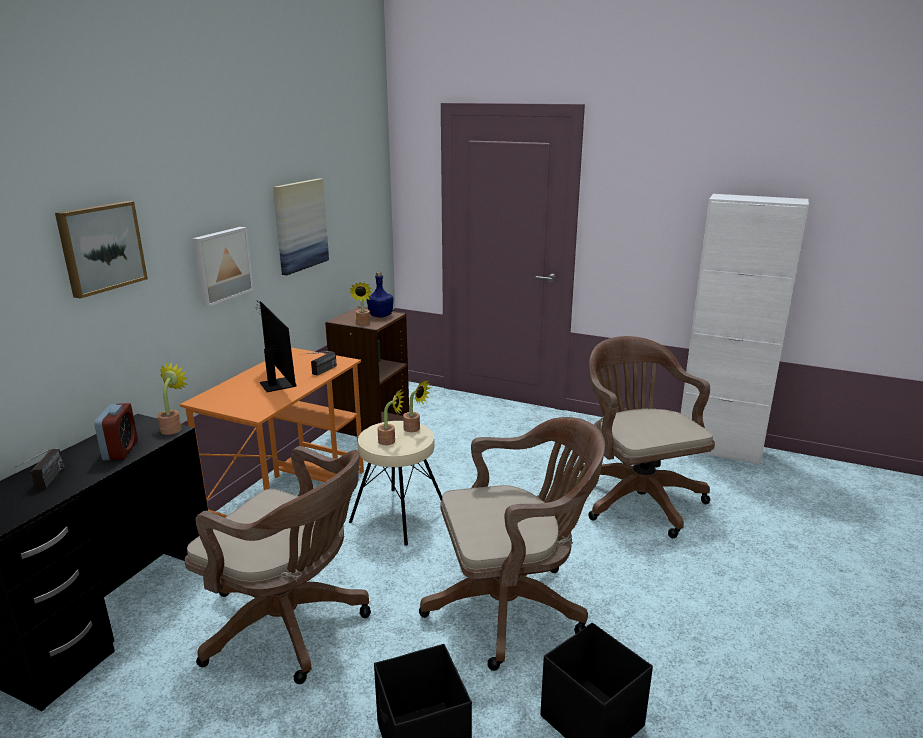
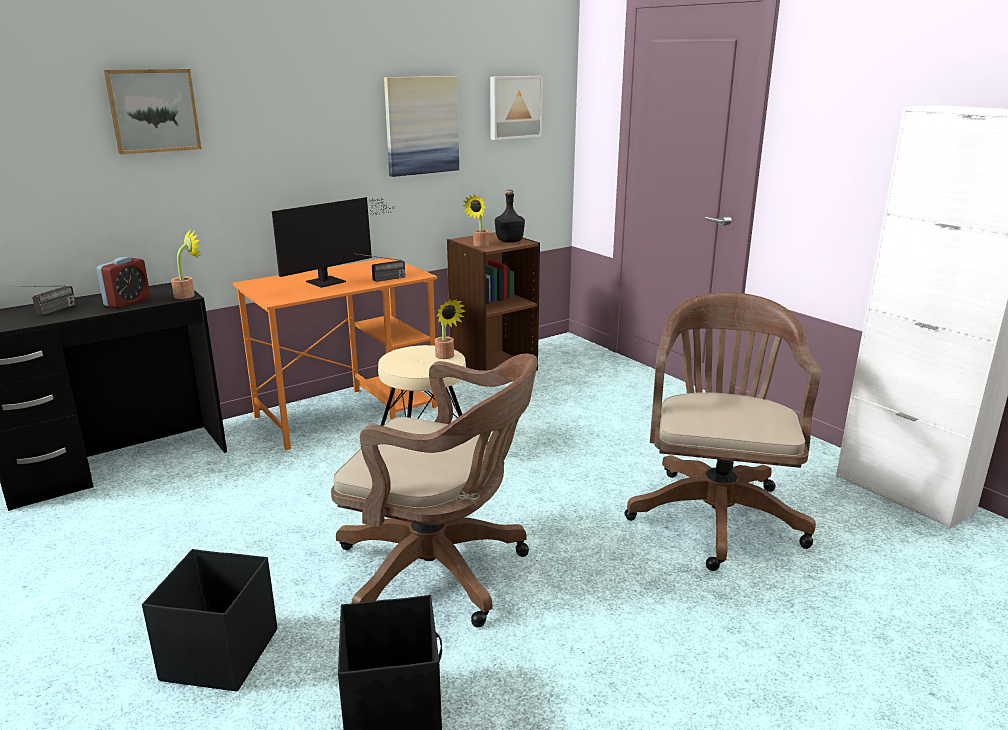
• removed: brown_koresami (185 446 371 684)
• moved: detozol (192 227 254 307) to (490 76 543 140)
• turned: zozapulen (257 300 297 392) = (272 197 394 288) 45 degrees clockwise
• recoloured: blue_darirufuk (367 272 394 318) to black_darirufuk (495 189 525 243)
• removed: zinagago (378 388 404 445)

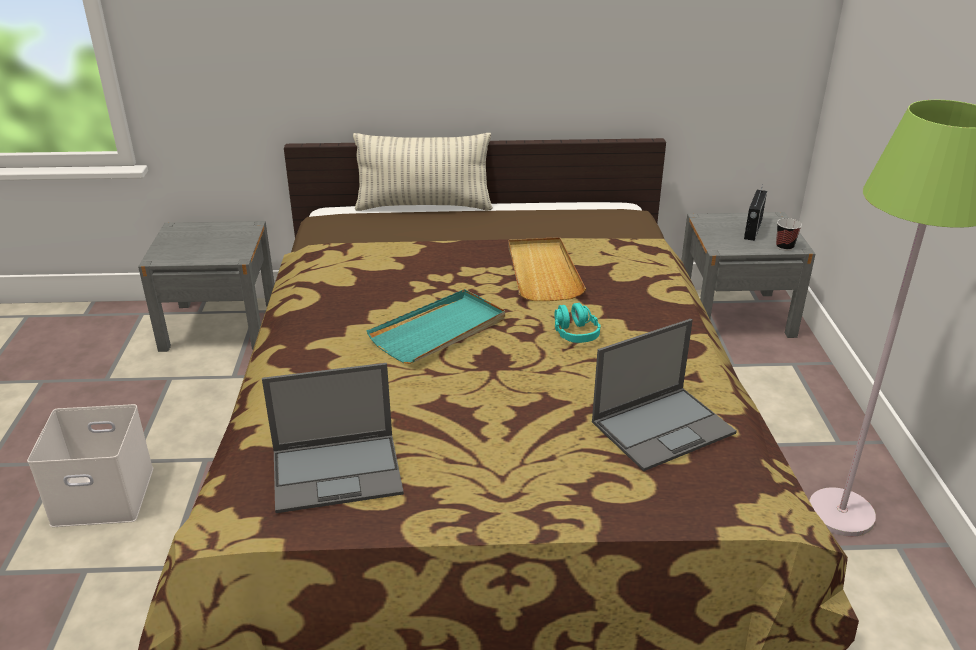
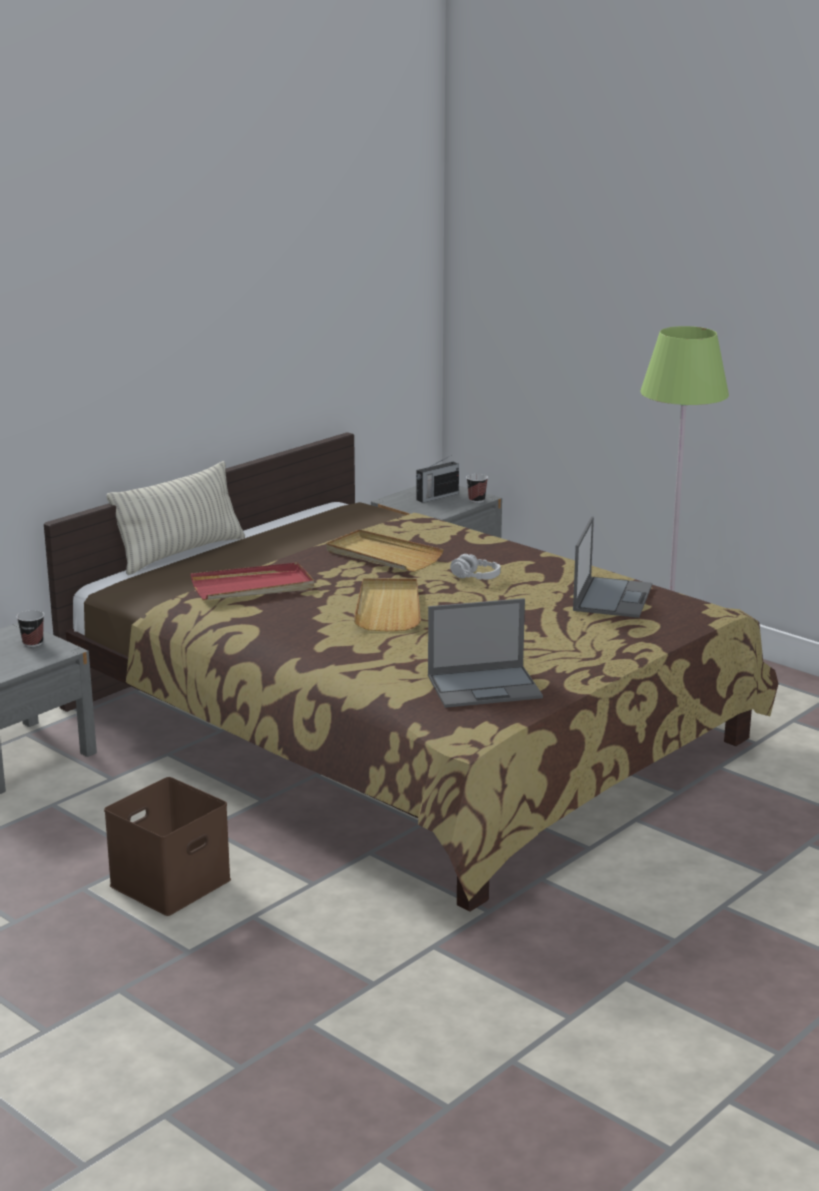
• recoloured: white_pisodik (27 404 153 527) to brown_pisodik (104 777 231 916)
• turned: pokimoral (262 363 404 513) = (428 598 543 708) 45 degrees clockwise
• recoloured: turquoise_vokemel (366 289 505 364) to beige_vokemel (354 578 421 631)
• recoloured: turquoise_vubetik (554 303 600 343) to grey_vubetik (450 554 501 580)
• turned: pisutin (744 185 767 241) = (416 457 459 503) 75 degrees clockwise
• added: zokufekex (17 610 44 647)
• added: red_vokemel (190 562 314 600)

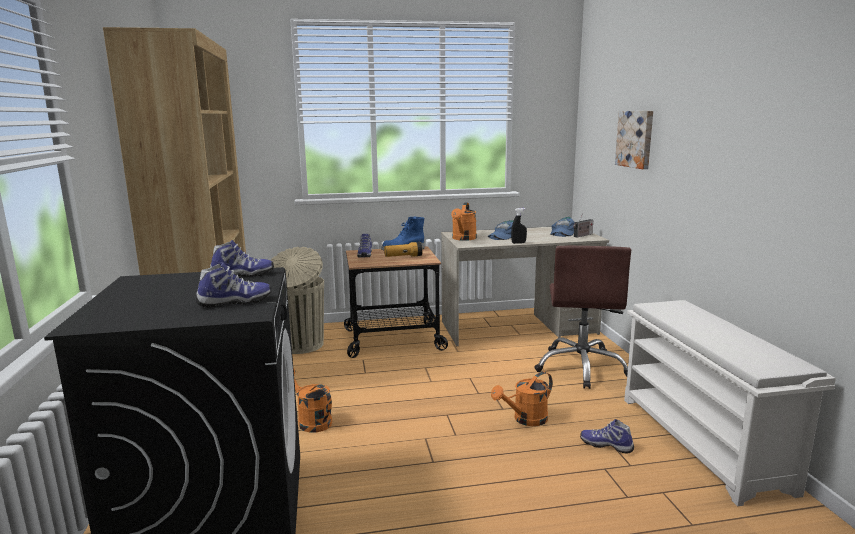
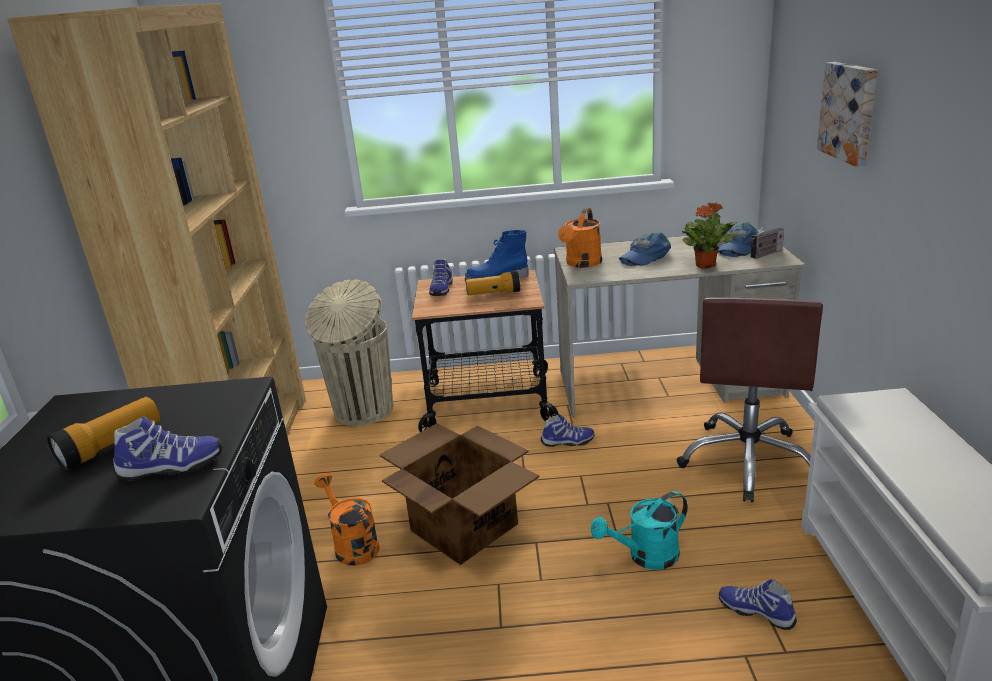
• moved: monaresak (210 240 274 277) to (541 414 594 447)
• recoloured: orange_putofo (491 372 553 426) to turquoise_putofo (591 491 688 570)
• removed: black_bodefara (511 208 527 244)
• added: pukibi (47 397 161 470)
• added: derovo (380 423 539 565)
• added: zinagago (681 203 738 269)

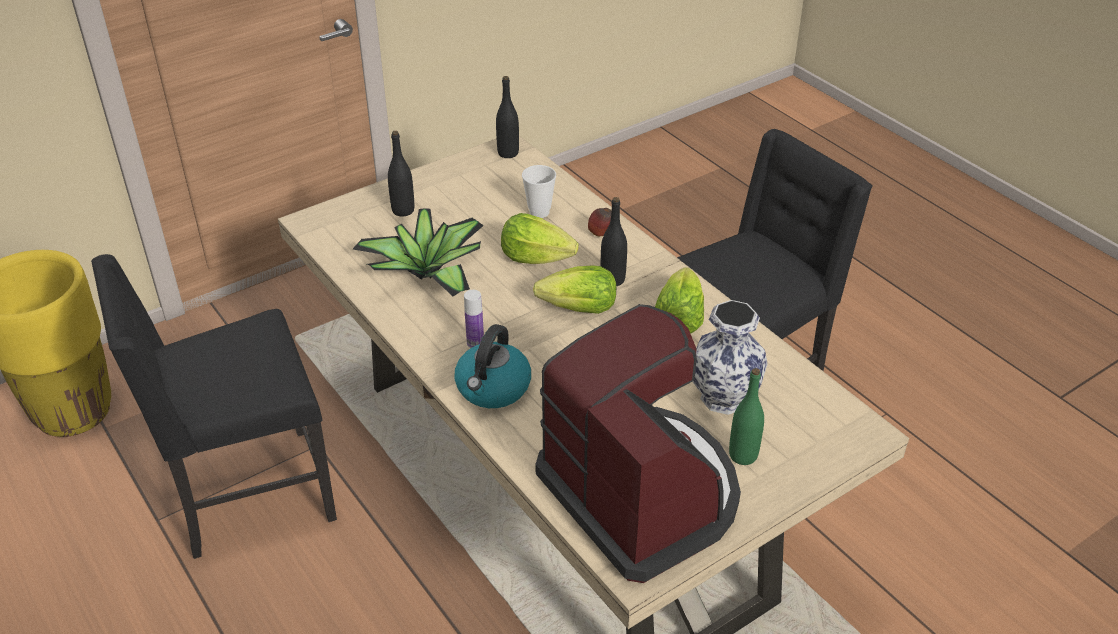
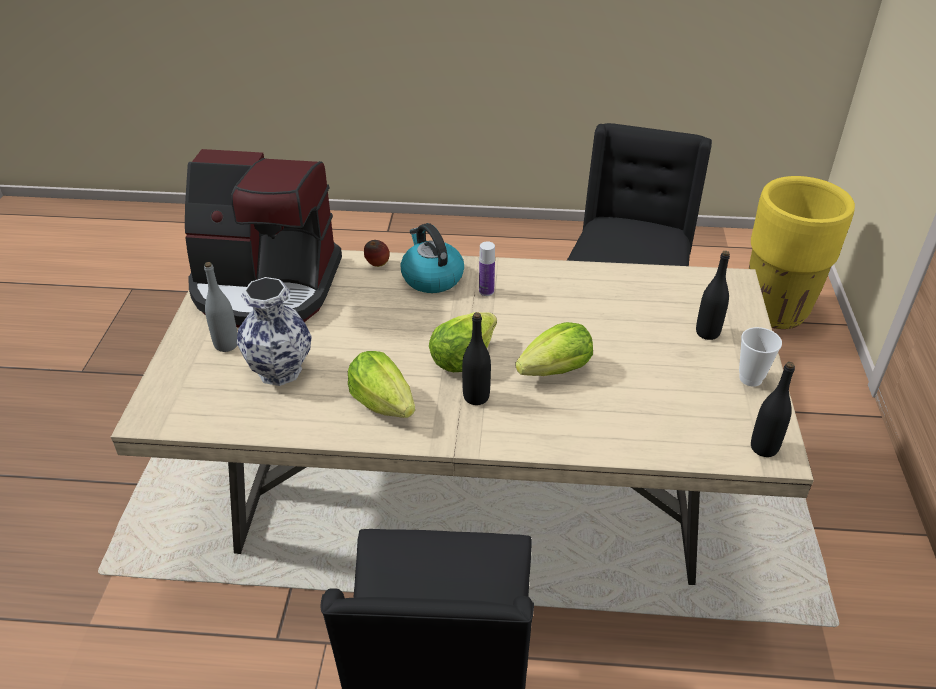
• removed: zinagago (353 208 484 296)
• moved: zokufekex (522 165 556 218) to (739 327 782 387)
• moved: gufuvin (588 208 611 236) to (364 240 390 267)
• recoloured: green_darirufuk (729 368 764 465) to grey_darirufuk (204 262 238 352)

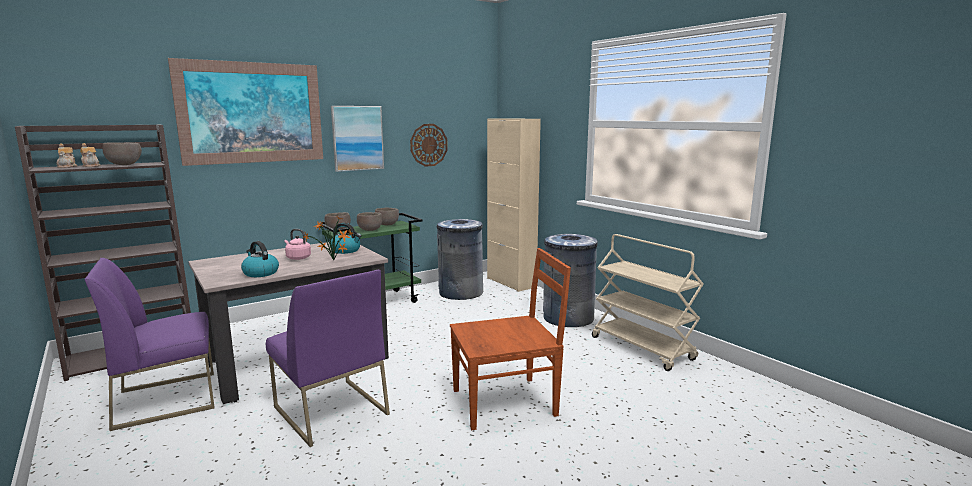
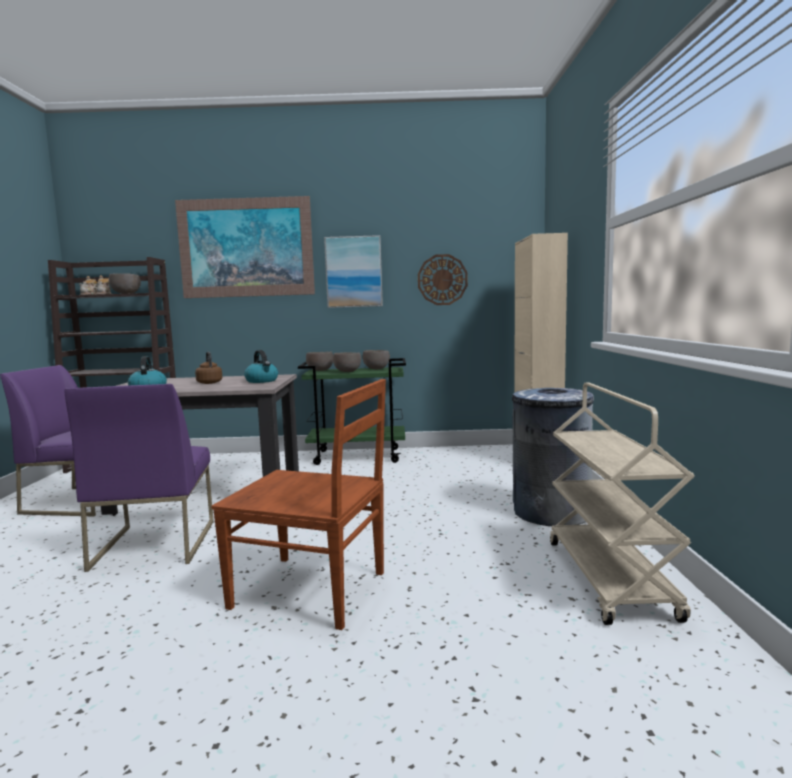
• recoloured: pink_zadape (285 229 311 260) to brown_zadape (195 351 222 384)
• removed: zinagago (304 216 353 260)
• removed: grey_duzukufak (437 219 483 300)

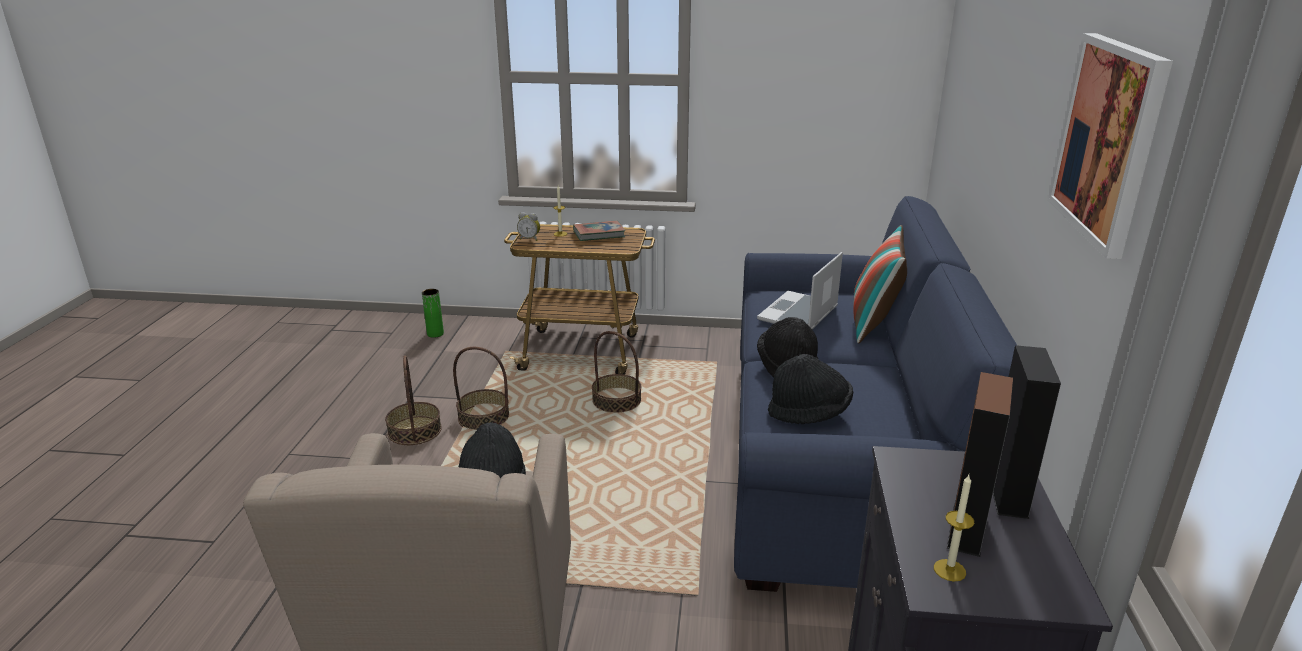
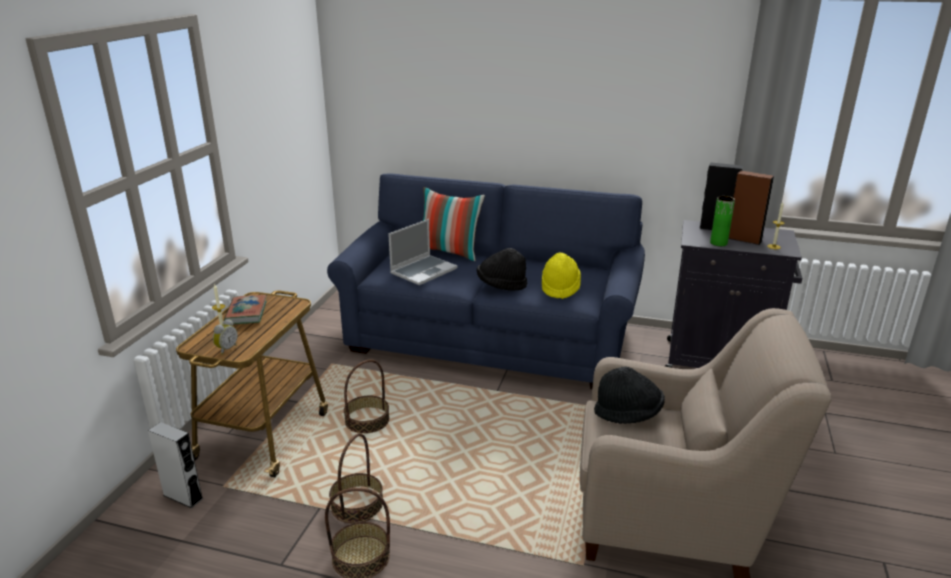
• moved: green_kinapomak (422 289 444 338) to (710 196 735 246)
• turned: pokimoral (757 252 843 329) = (388 219 458 285) 90 degrees counterclockwise
• recoloured: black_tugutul (768 354 853 424) to yellow_tugutul (542 252 581 299)
• removed: detozol (1048 33 1173 259)
• added: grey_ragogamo (148 422 203 508)

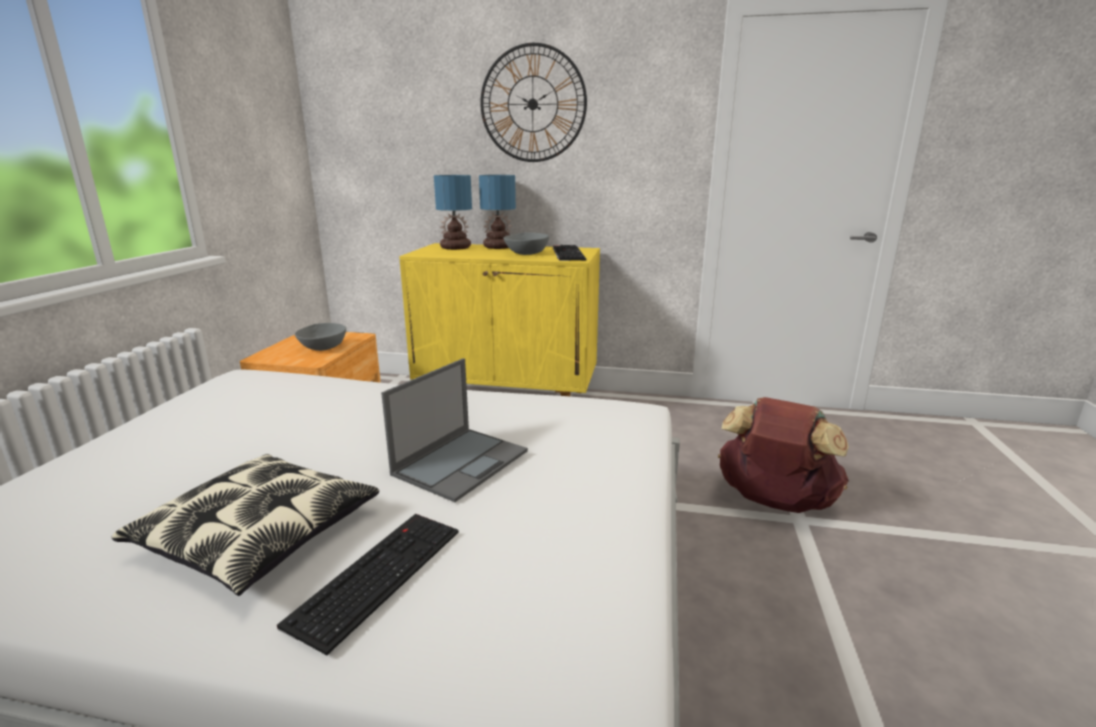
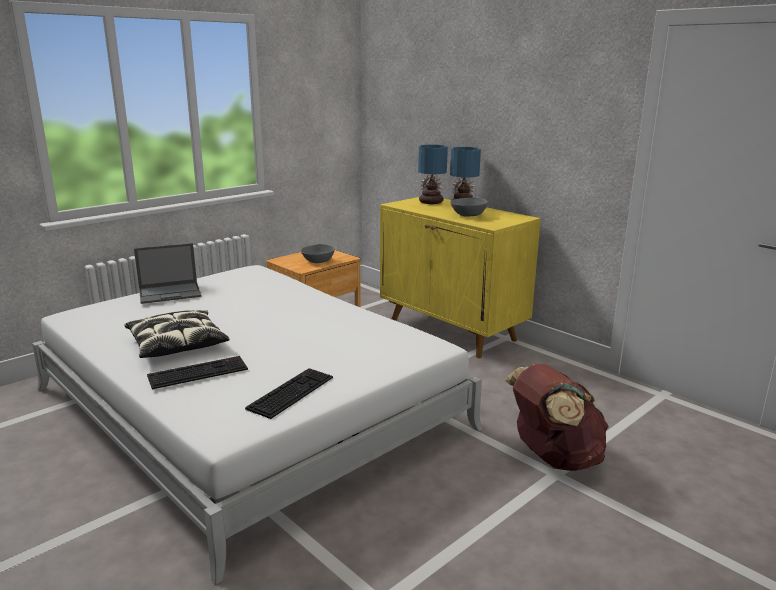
• moved: pokimoral (381 358 528 502) to (134 243 201 304)
• removed: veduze (480 43 587 162)
• moved: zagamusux (553 245 586 261) to (245 368 333 419)

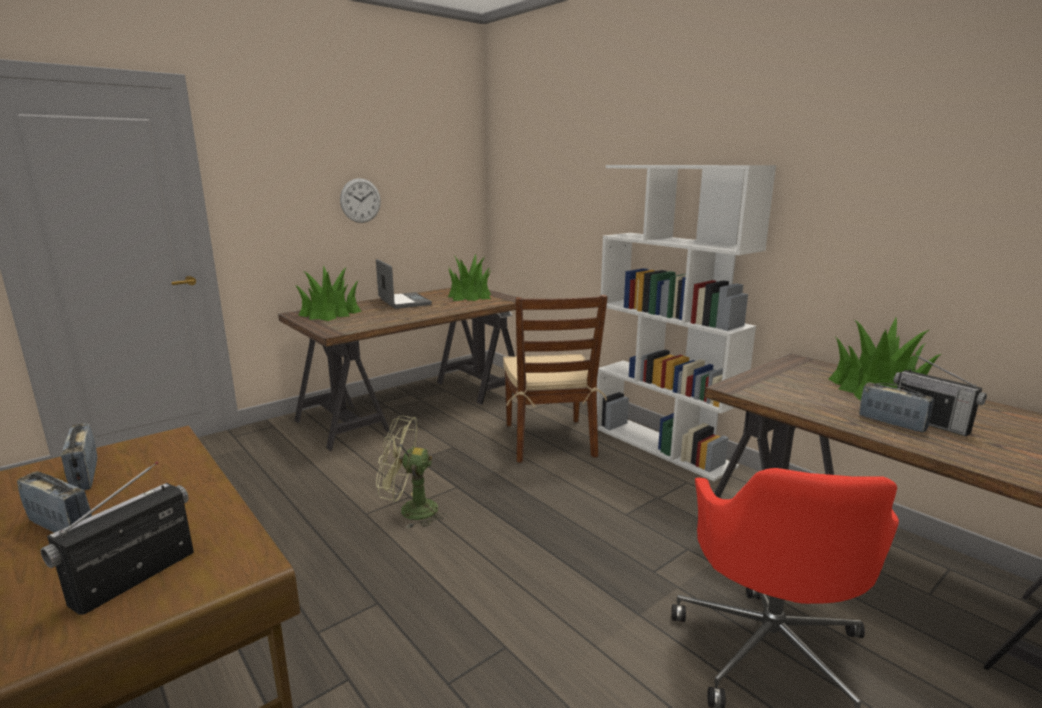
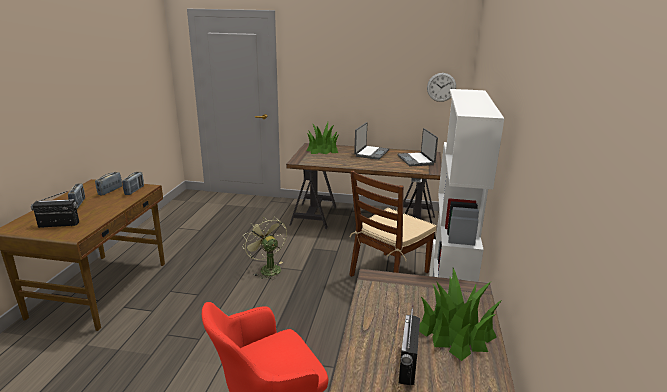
• moved: veduze (340 178 381 223) to (427 73 456 102)
• replaced: zinagago (448 254 491 301) to pokimoral (397 128 438 166)
• moved: pisutin (859 382 934 433) to (122 172 144 195)

